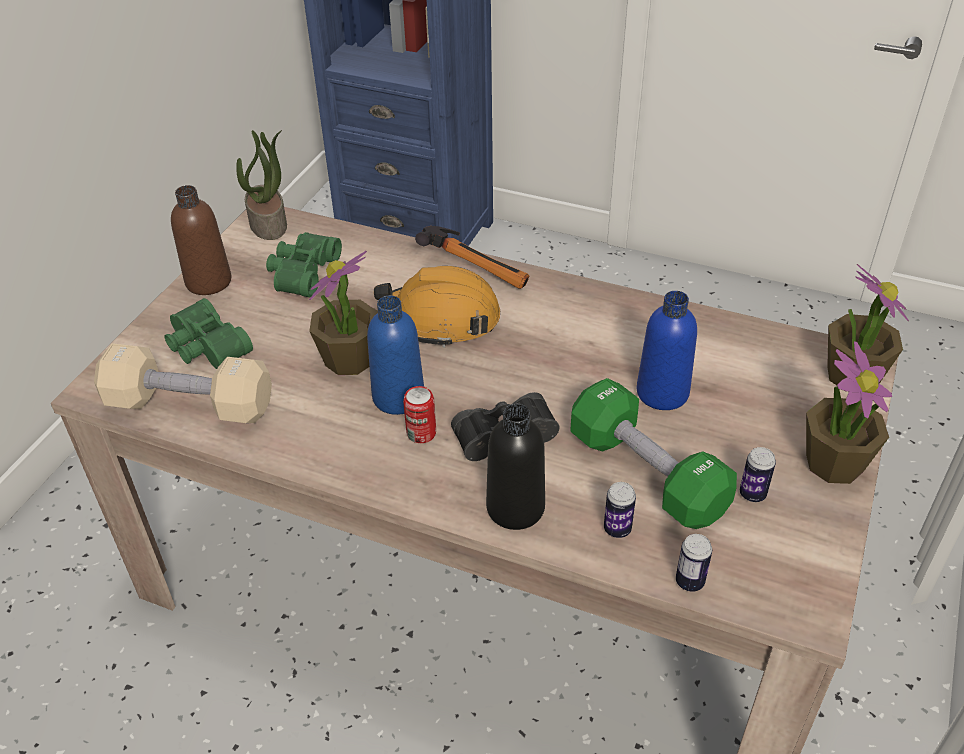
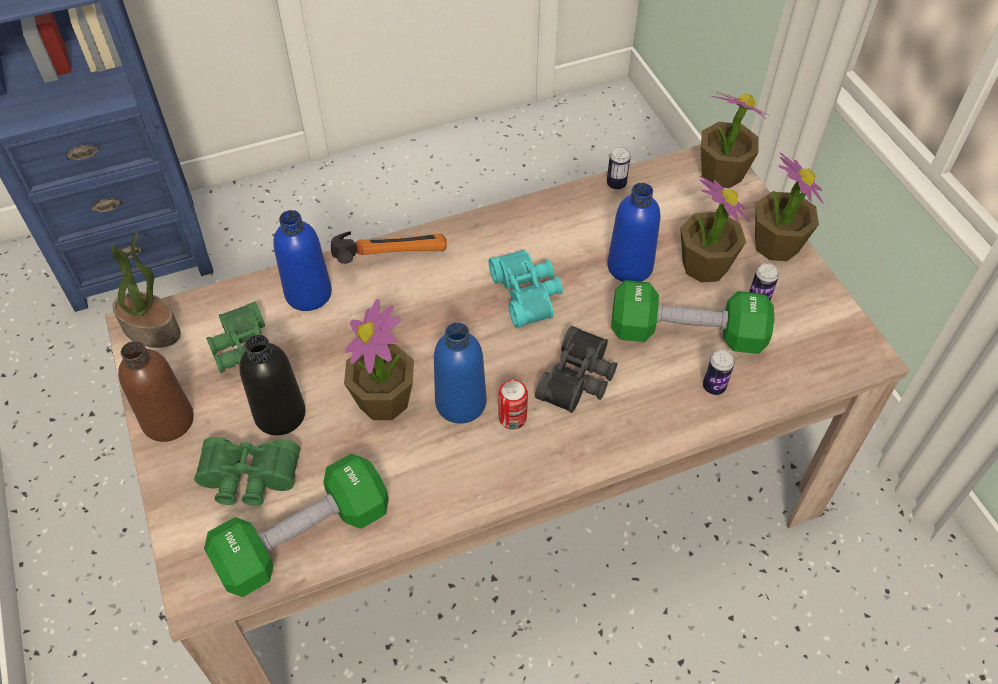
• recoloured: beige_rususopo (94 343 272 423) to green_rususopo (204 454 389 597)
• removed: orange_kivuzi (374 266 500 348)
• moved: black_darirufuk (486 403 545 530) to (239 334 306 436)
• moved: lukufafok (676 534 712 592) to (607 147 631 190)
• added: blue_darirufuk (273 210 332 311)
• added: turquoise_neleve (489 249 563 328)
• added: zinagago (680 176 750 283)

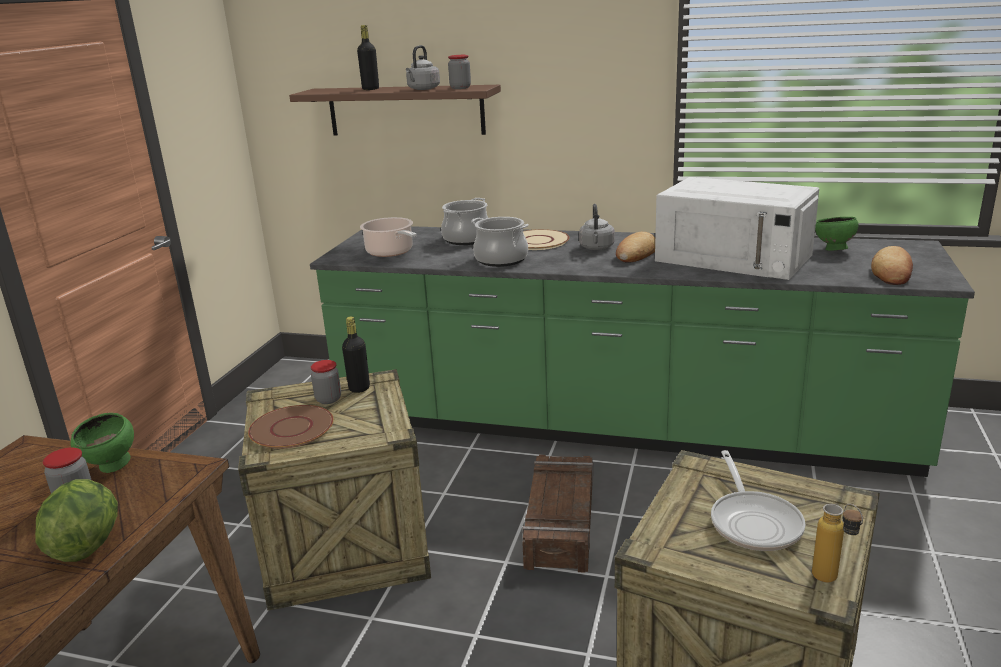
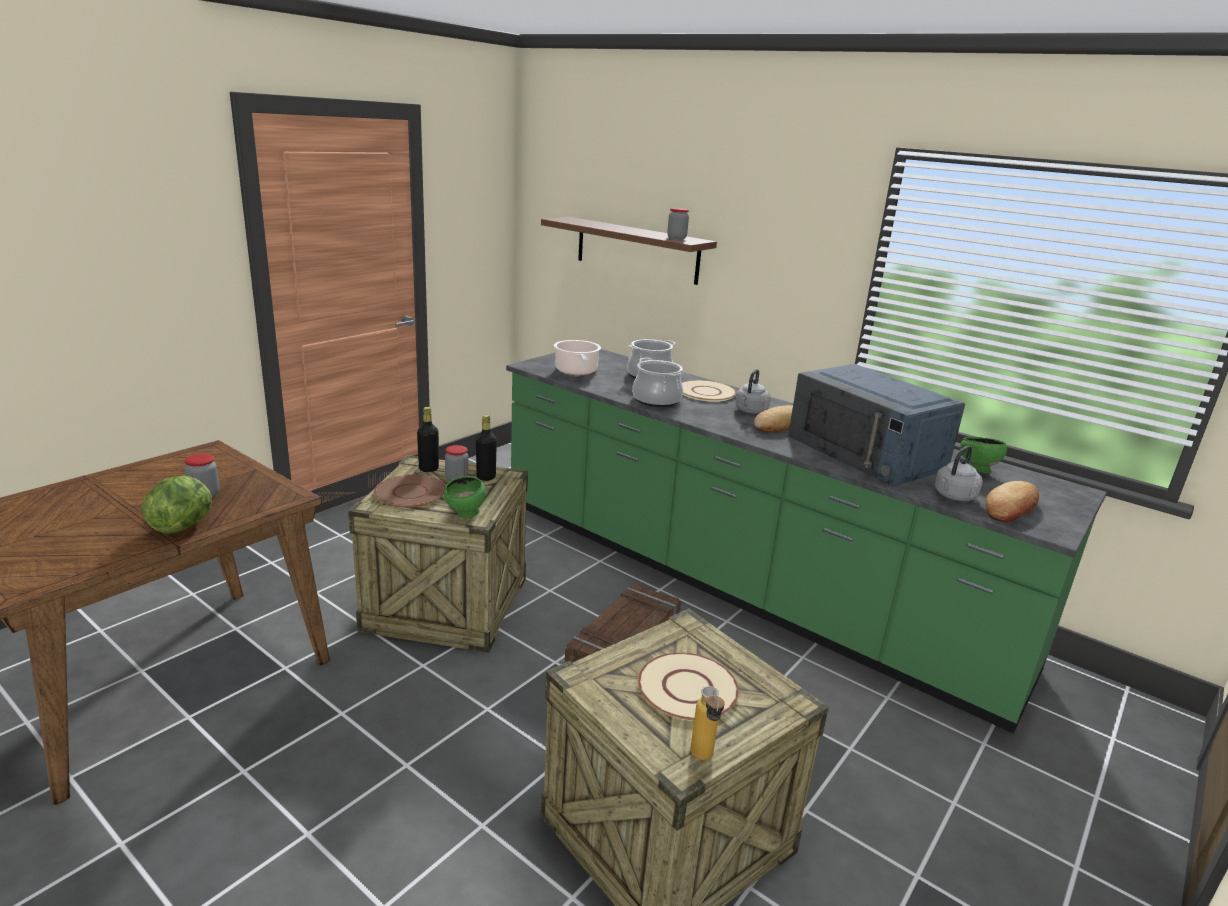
• moved: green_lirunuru (71 413 134 473) to (444 476 486 519)
• moved: black_darirufuk (357 25 379 90) to (417 407 439 472)
• moved: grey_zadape (406 45 440 90) to (935 446 983 501)
• recoloured: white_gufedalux (655 177 819 280) to blue_gufedalux (788 364 965 486)
• replaced: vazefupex (711 450 805 551) to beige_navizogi (638 652 739 721)

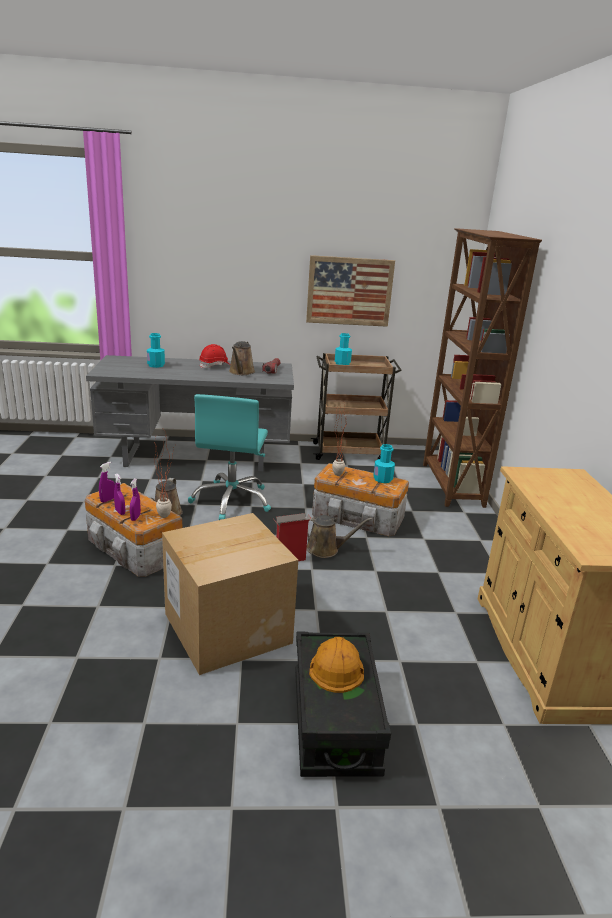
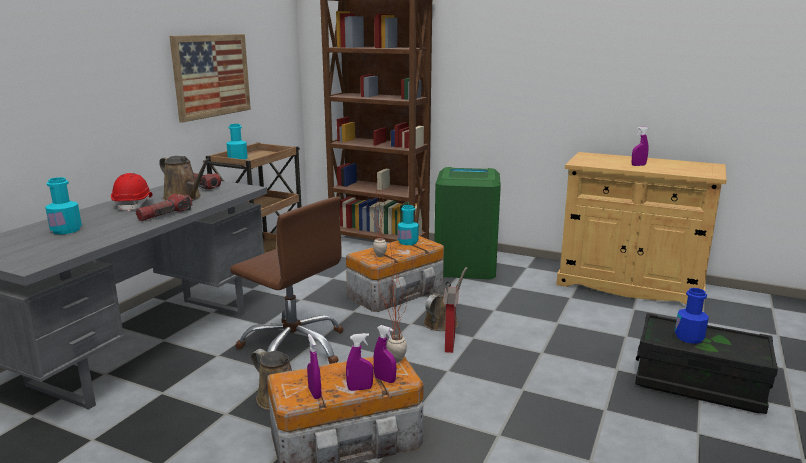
• removed: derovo (162 513 298 675)
• recoloured: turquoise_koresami (188 394 271 520) to brown_koresami (230 196 343 364)
• replaced: orange_kivuzi (309 637 364 693) to blue_darirufuk (675 288 709 344)
• added: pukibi (136 194 193 221)
• added: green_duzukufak (434 167 501 279)
• added: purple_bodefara (632 127 649 166)

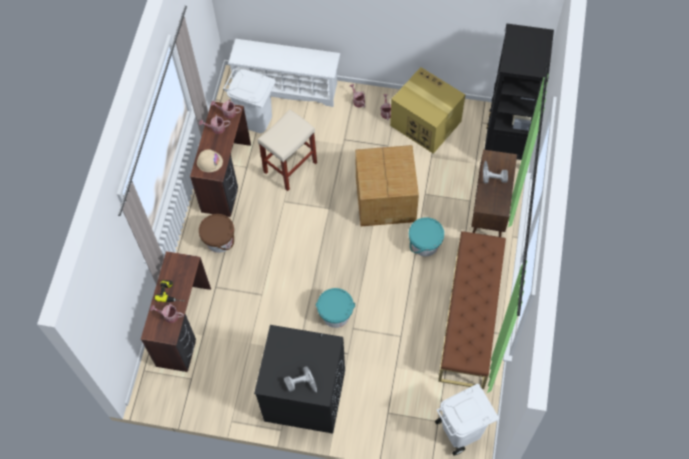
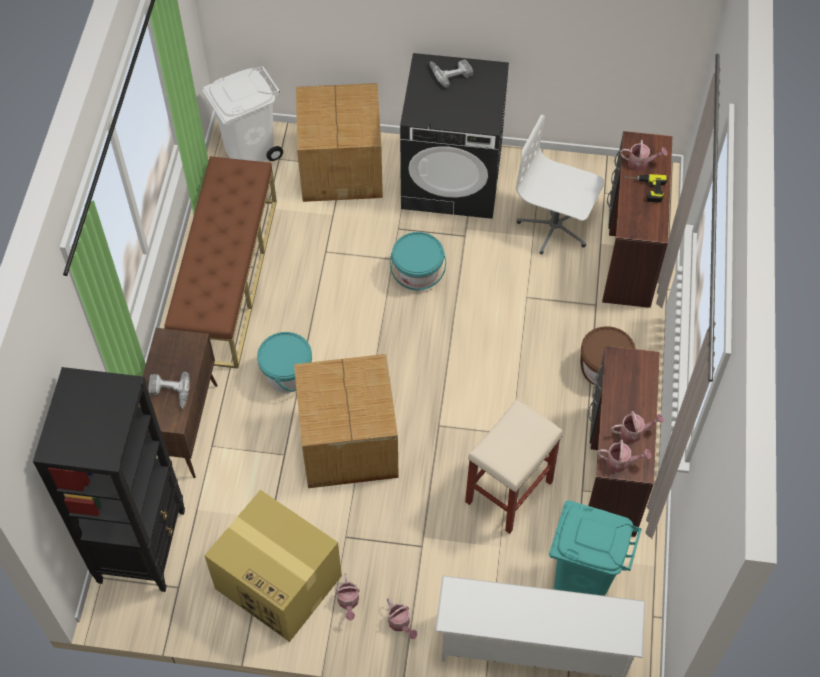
• removed: beige_kivuzi (197 149 223 172)
• recoloured: white_duzukufak (223 69 276 133) to turquoise_duzukufak (549 500 642 596)
• added: derovo (296 83 383 202)
• added: white_koresami (516 115 604 254)

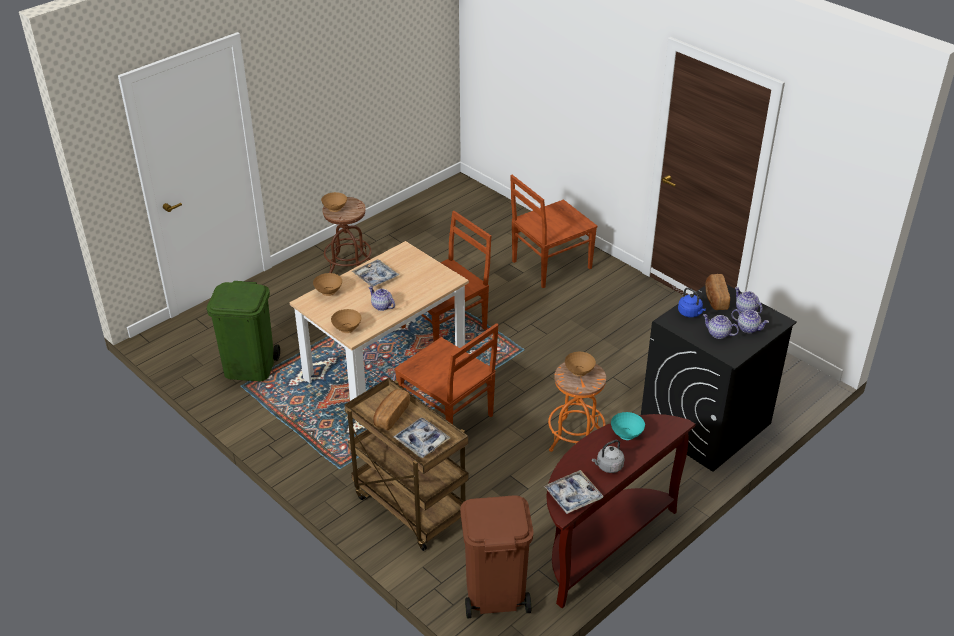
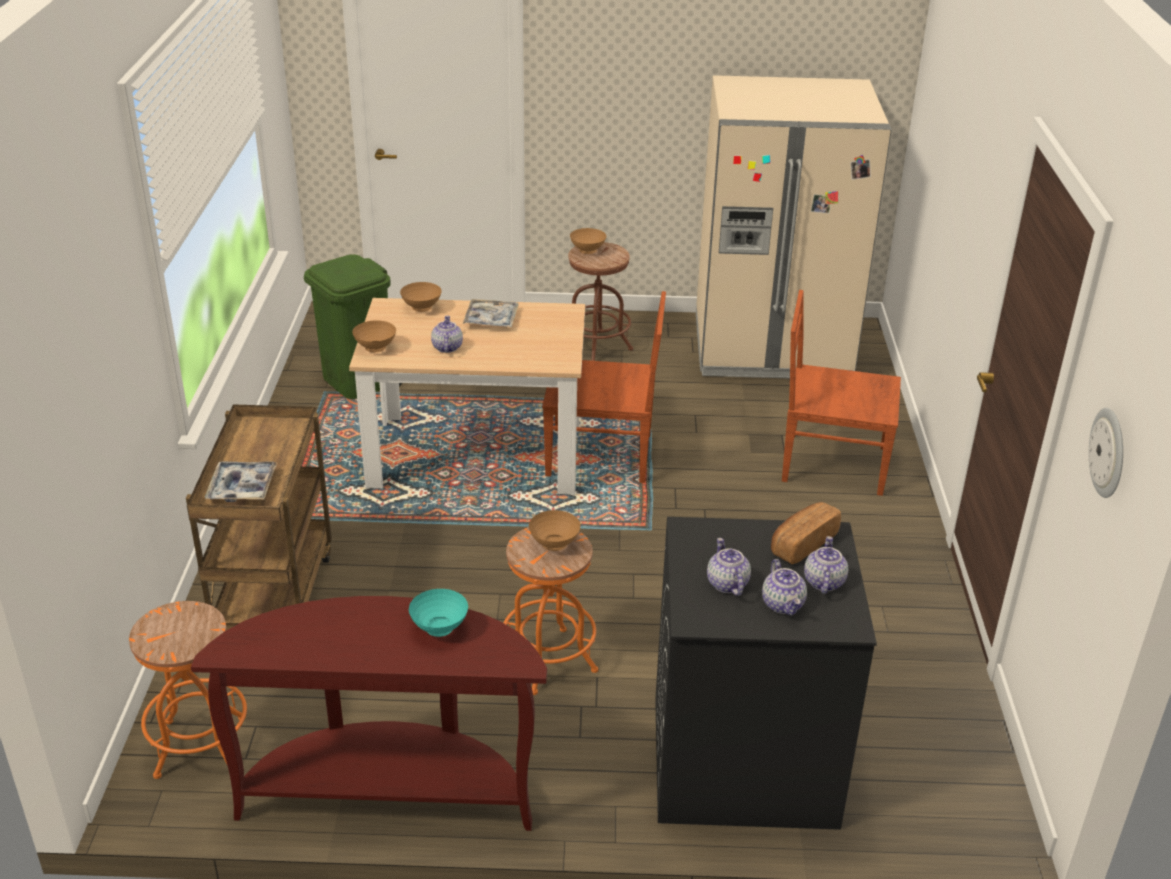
• removed: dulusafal (374 389 410 430)
• removed: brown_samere (394 323 499 424)
• replaced: brown_duzukufak (460 495 534 619) to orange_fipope (129 601 247 779)
• removed: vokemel (544 470 603 514)
• removed: grey_zadape (592 440 625 473)
• removed: blue_zadape (678 288 706 317)
• added: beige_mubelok (696 75 892 378)
• added: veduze (1089 408 1123 498)

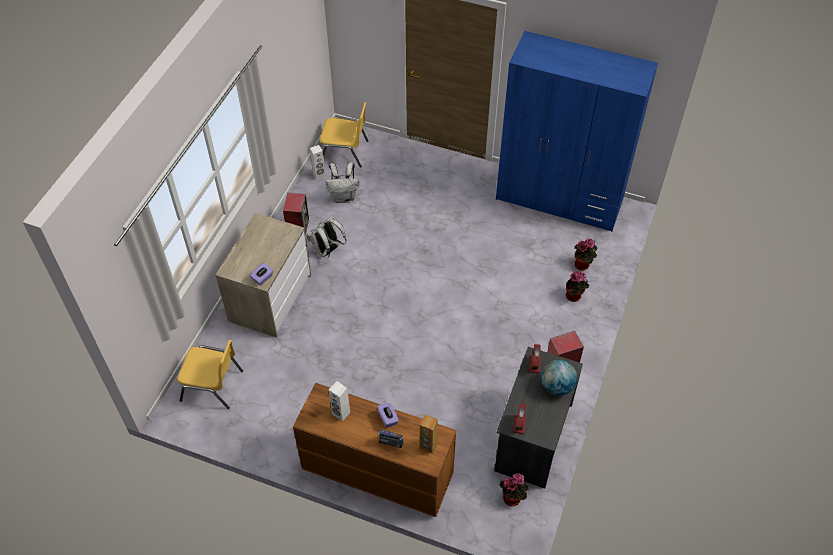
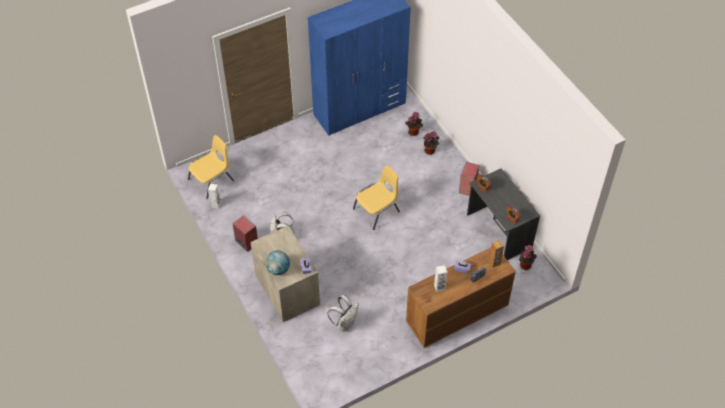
• moved: yellow_samere (177 340 243 409) to (353 165 400 230)
• moved: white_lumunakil (326 162 359 203) to (328 295 359 332)
• moved: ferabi (541 360 577 396) to (265 250 290 275)

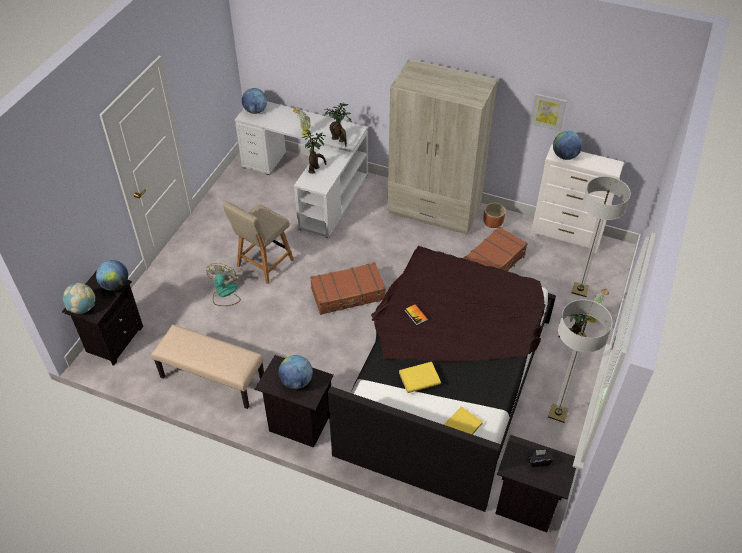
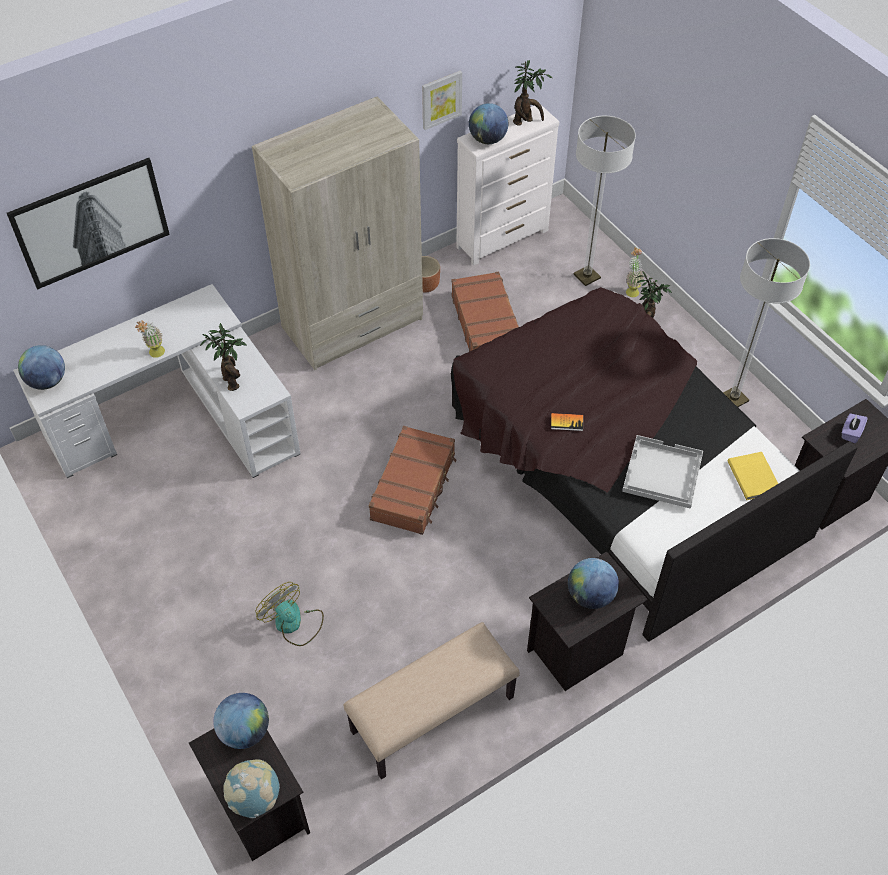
• removed: beige_samere (223 202 294 284)
• moved: zinagago (324 102 352 147) to (513 60 552 125)
• replaced: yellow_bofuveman (399 362 441 393) to white_vokemel (622 435 703 509)
• recoloured: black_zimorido (527 449 554 467) to purple_zimorido (842 413 868 443)
• added: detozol (7 158 170 289)

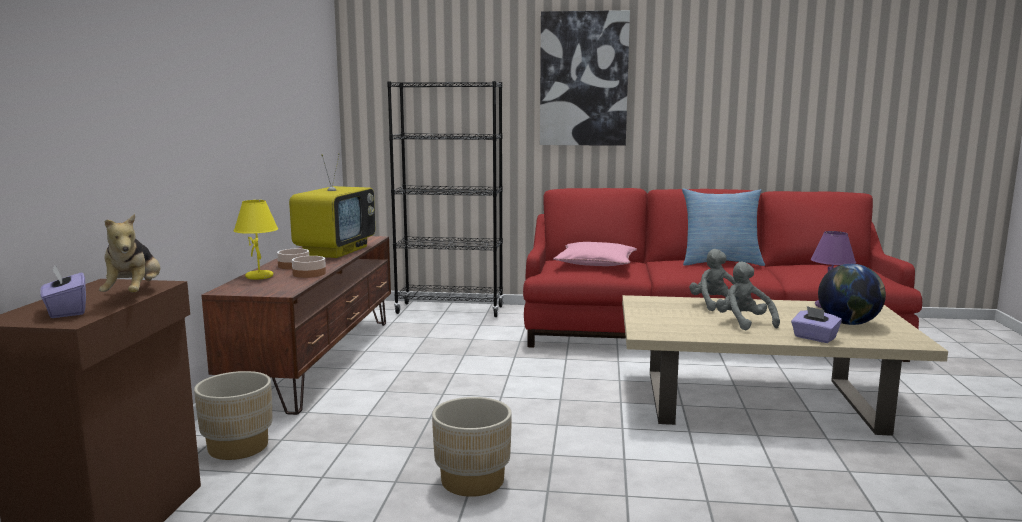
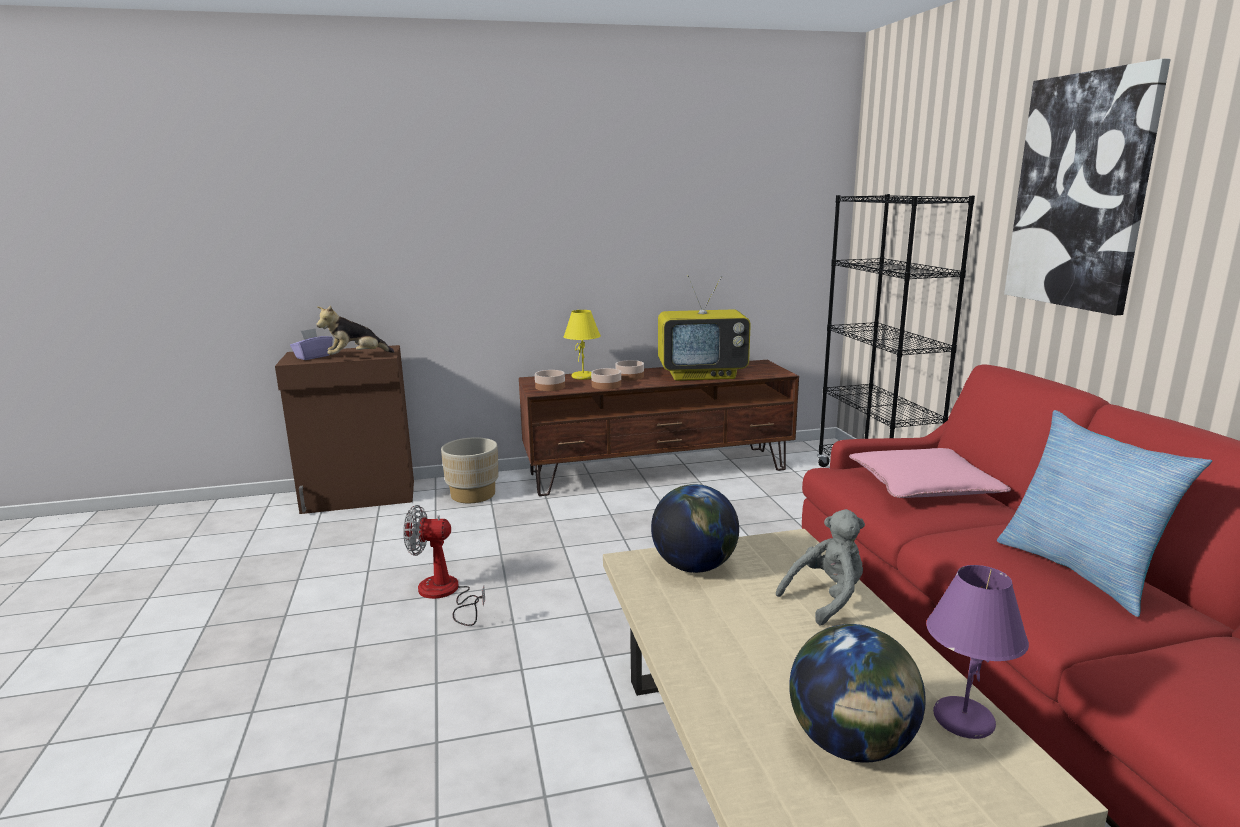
• replaced: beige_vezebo (432 397 512 497) to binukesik (403 505 485 626)
• removed: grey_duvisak (716 262 780 330)
• removed: purple_zimorido (791 306 842 343)
• added: lirunuru (535 370 565 391)
• added: ferabi (651 484 739 573)

